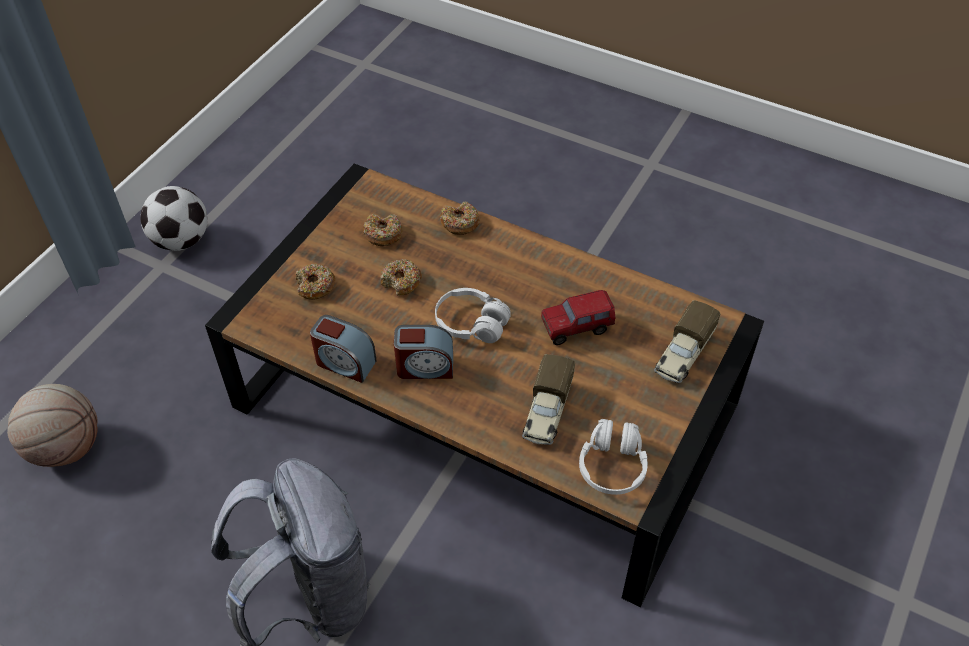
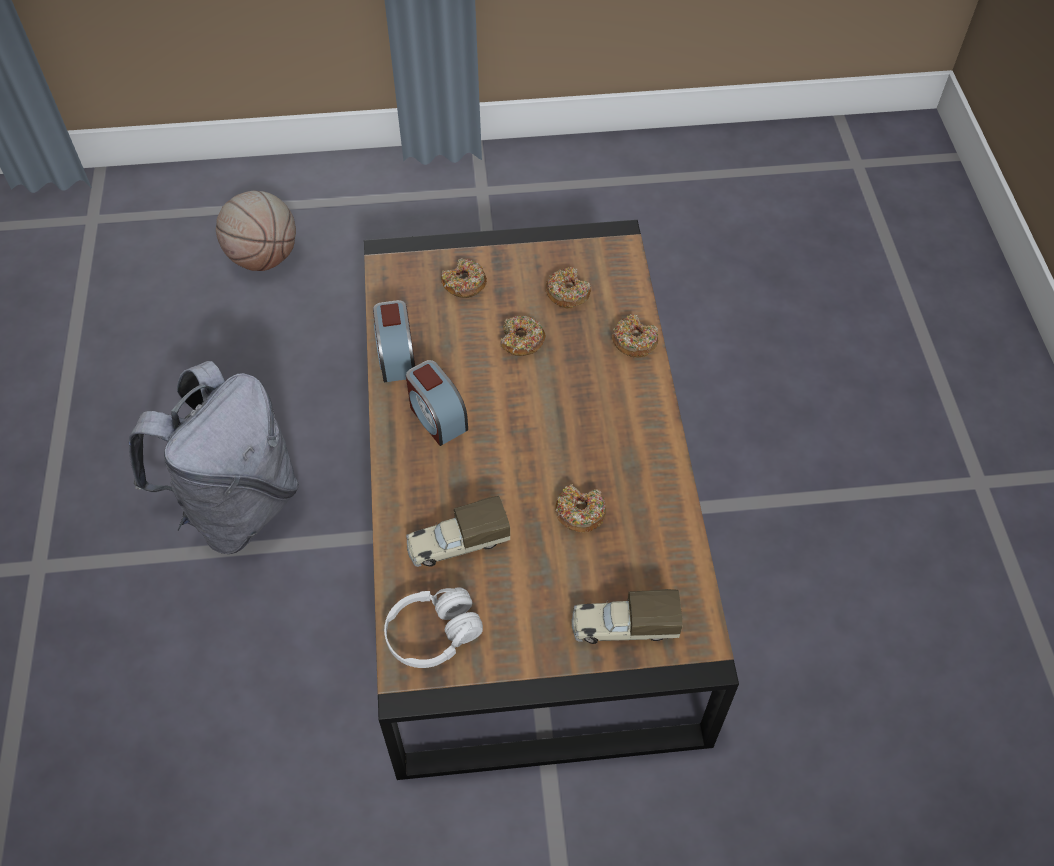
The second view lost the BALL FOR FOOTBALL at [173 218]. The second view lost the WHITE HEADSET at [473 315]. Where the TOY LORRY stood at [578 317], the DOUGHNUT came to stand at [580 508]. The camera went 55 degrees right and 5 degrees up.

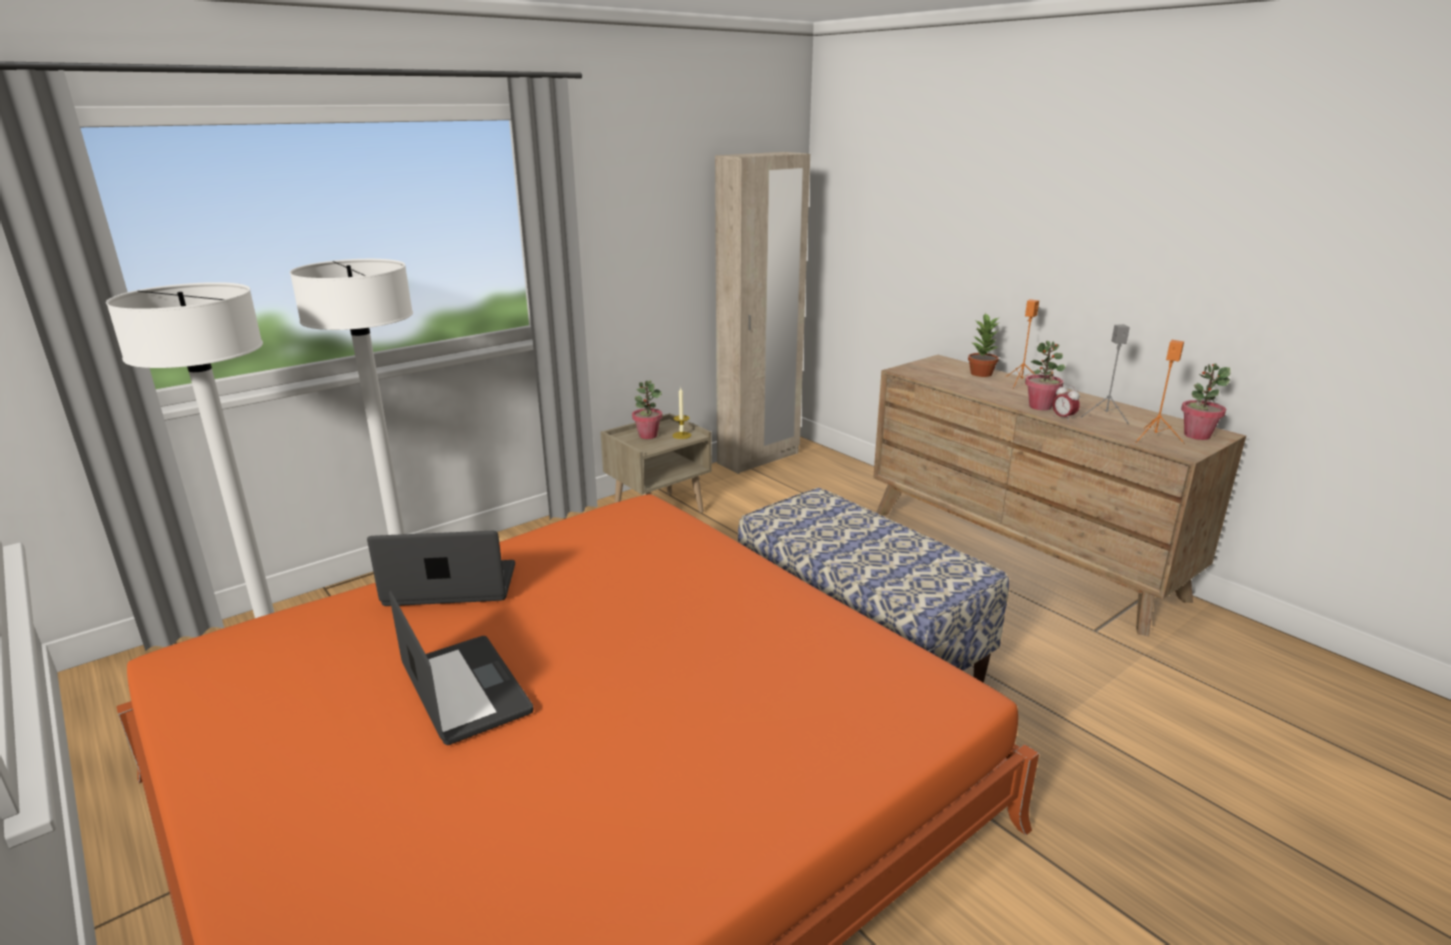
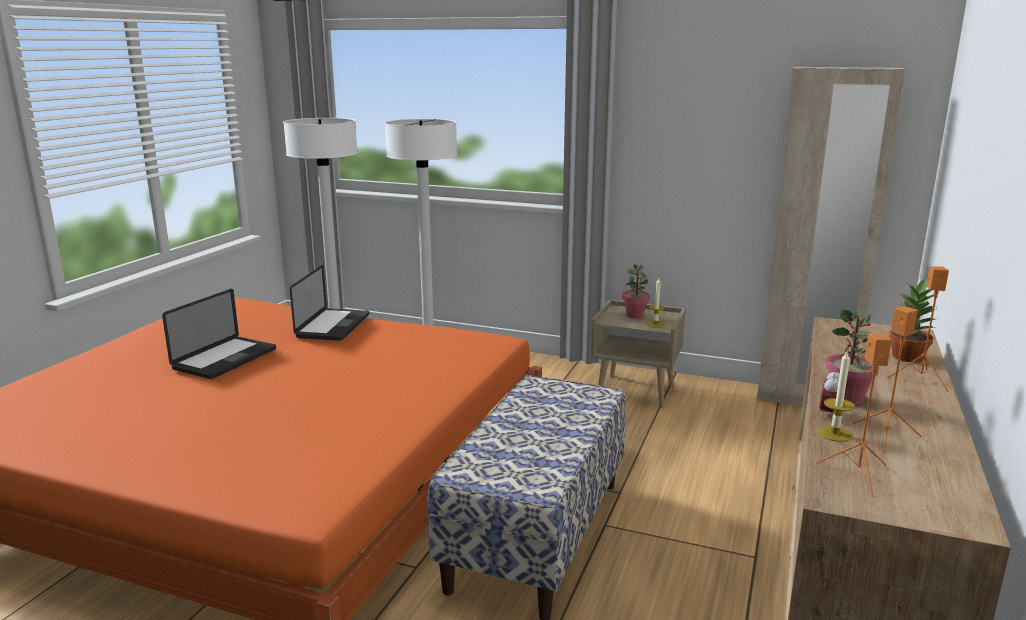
What was the GRAY AUDIO SPEAKER at [1105 374] turned into the ORANGE-COLOURED AUDIO SPEAKER at [887 380]. The second view lost the HOUSEPLANT at [1206 401]. The NOTEBOOK COMPUTER at [441 568] ended up facing another way, 45 degrees clockwise from before. The second view gained the WAX LIGHT at [836 396]. The camera went 60 degrees right and 5 degrees down.

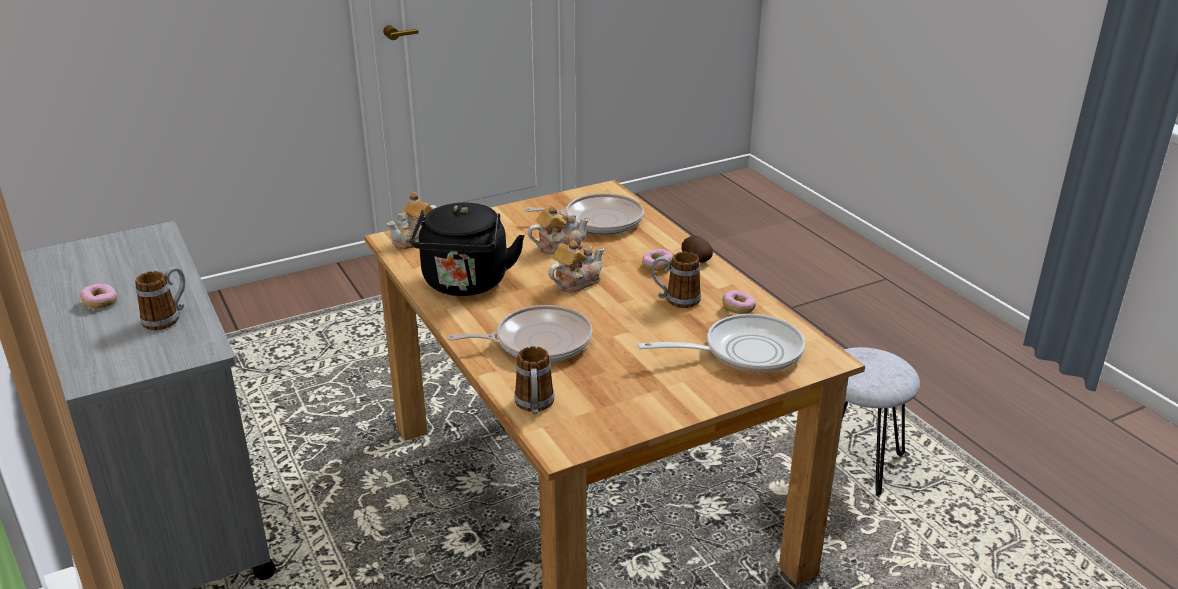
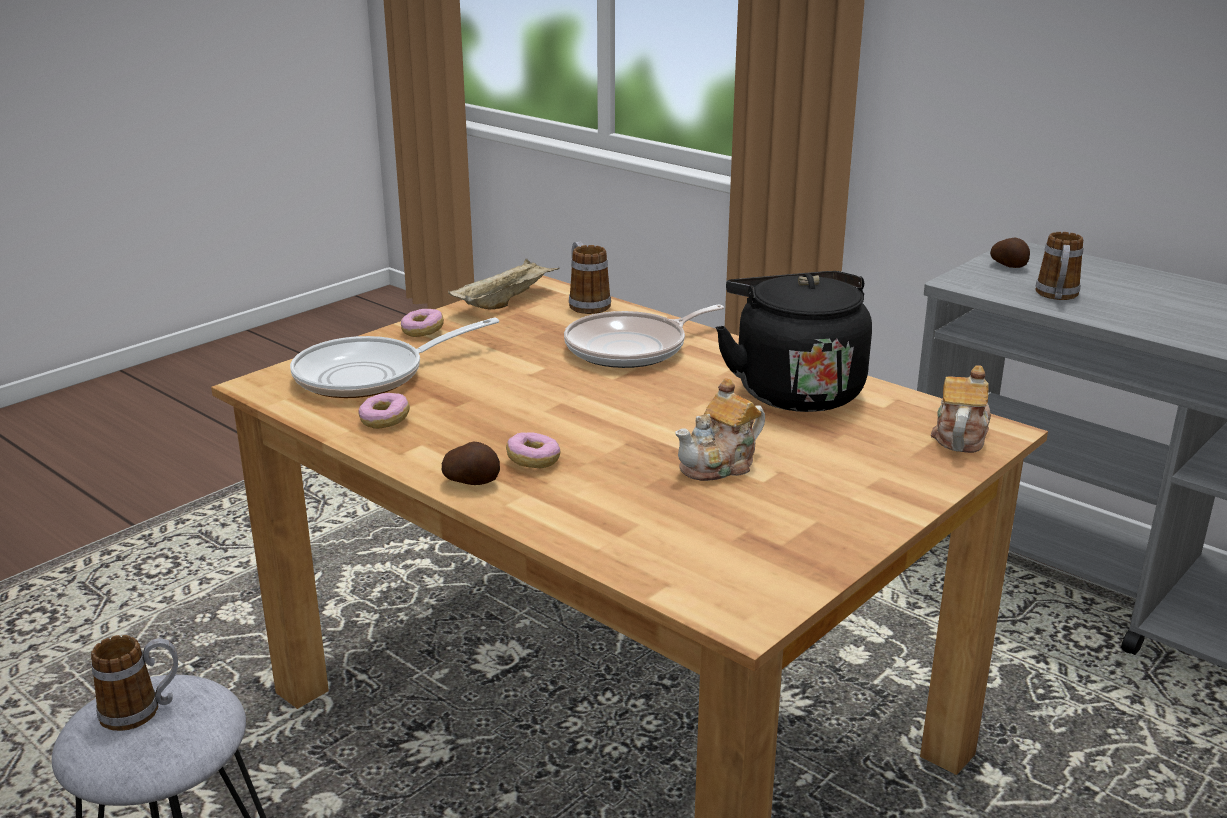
The second view lost the FRYING PAN at [584 213]. The second view lost the TEAPOT at [576 266]. The MUG ended up elsewhere, having gone from [676 280] to [134 683]. The DOUGHNUT ended up elsewhere, having gone from [98 296] to [422 323]. The second view gained the WHOLE POTATO at [1010 253]. The second view gained the BEIGE-COLOURED CARRYING TRAY at [503 284]. The camera went 160 degrees right and 5 degrees down.

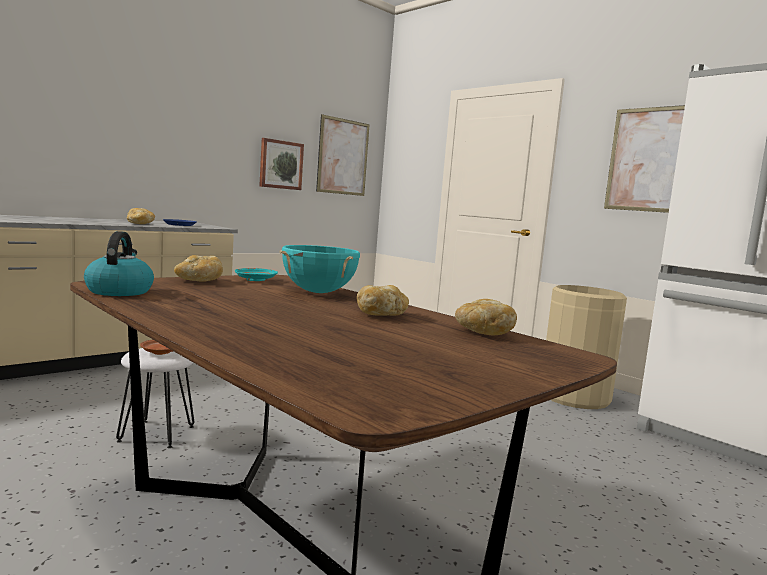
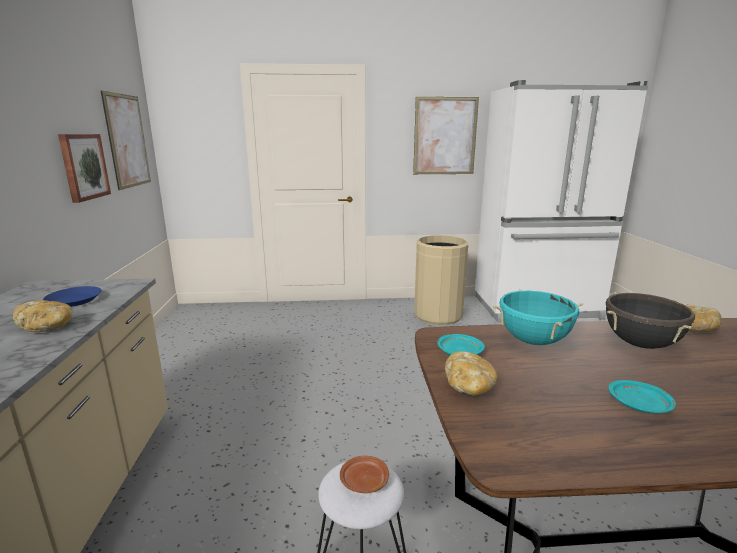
The second view lost the TEA KETTLE at [119 263]. Where the BAKERY BREAD stood at [383 300], the BLACKISH COOKING POT came to stand at [650 320]. The second view gained the BLUE-GREEN PLATE at [642 396]. The camera went 50 degrees left and 10 degrees up.

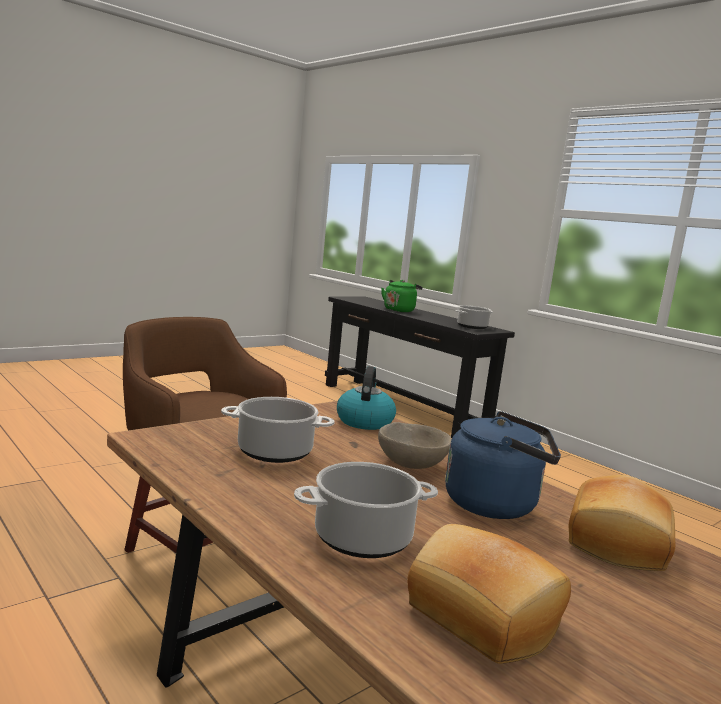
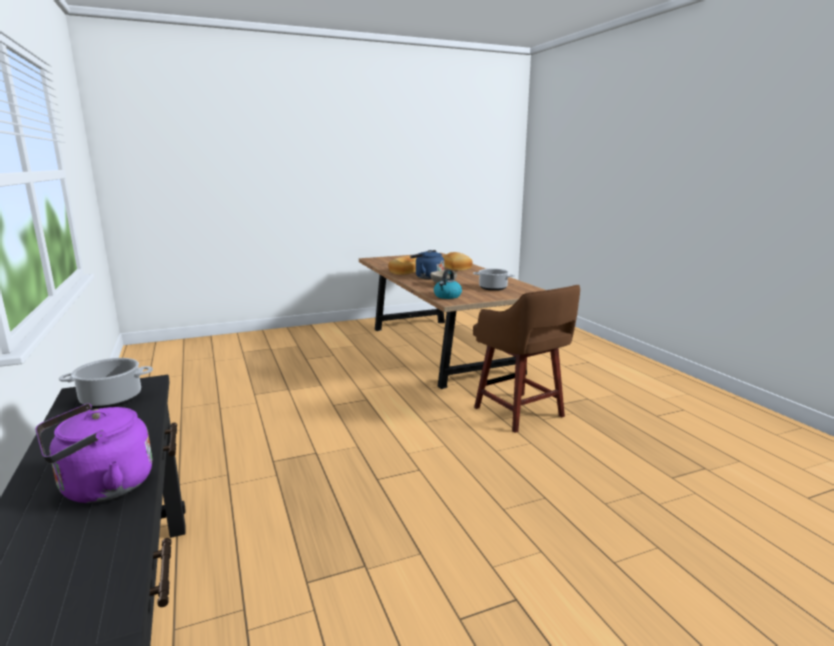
What was the GREEN TEA KETTLE at [402 296] turned into the PURPLE TEA KETTLE at [93 453]. The second view lost the COOKING POT at [366 510]. The camera went 160 degrees left and 5 degrees up.

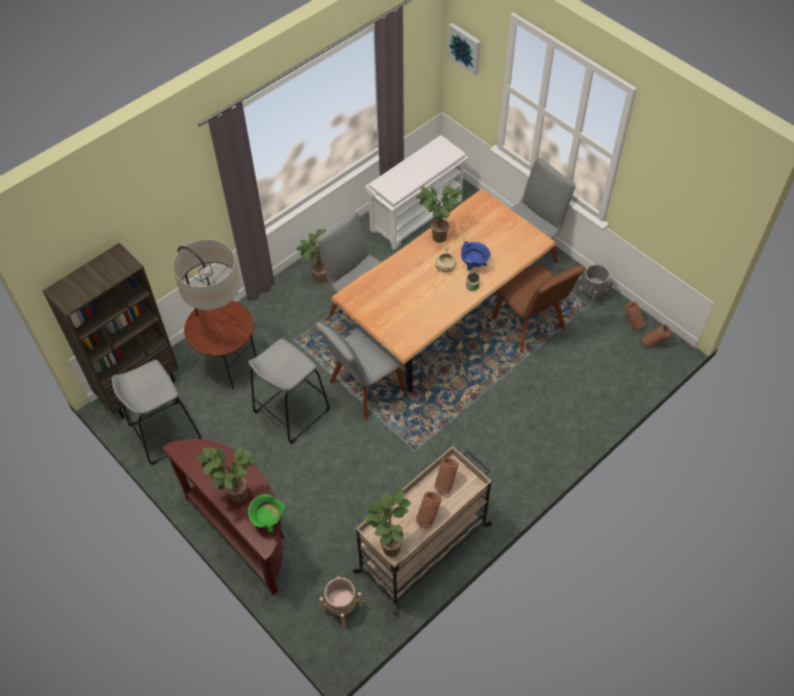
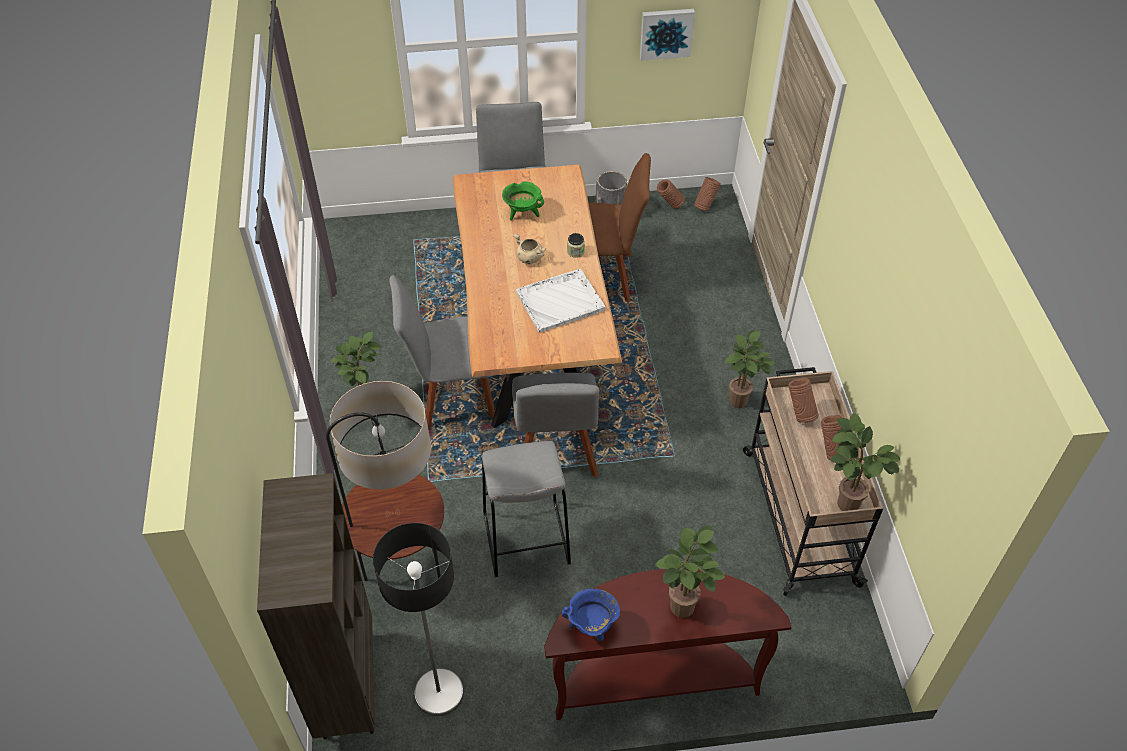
The PICTURE ended up elsewhere, having gone from [464 49] to [667 35]. The second view lost the WHITE INDOOR BENCH at [417 192]. The HOUSEPLANT ended up elsewhere, having gone from [439 213] to [750 369]. The BLUE COOKING POT ended up elsewhere, having gone from [476 256] to [591 615]. Where the GRAY SITTING STOOL stood at [156 412], the STANDARD LAMP came to stand at [418 619]. The GREEN COOKING POT ended up elsewhere, having gone from [266 514] to [523 200]. The second view lost the BEIGE-COLOURED PLANT POT at [341 602]. The second view gained the WHITE CARRYING TRAY at [560 301]. The camera went 55 degrees left and 5 degrees down.

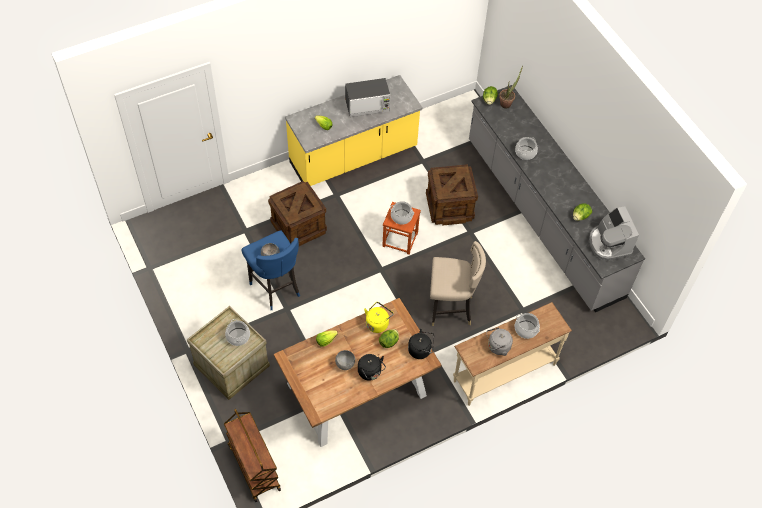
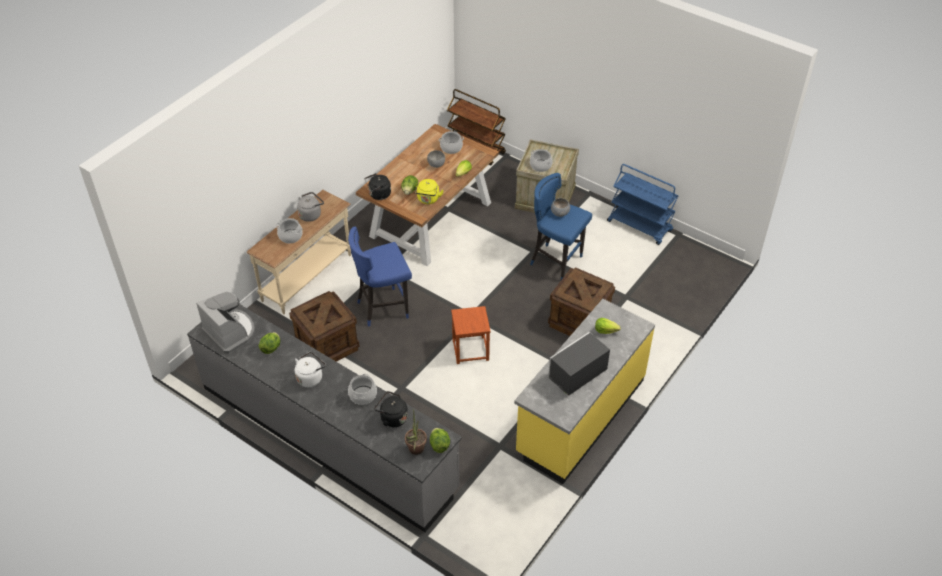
The SHIPPING CRATE ended up elsewhere, having gone from [452 195] to [324 326]. The COOKING POT ended up elsewhere, having gone from [402 213] to [451 142]. What was the BEIGE-COLOURED SITTING STOOL at [458 283] turned into the BLUE SITTING STOOL at [380 276]. The BLACKISH TEA KETTLE ended up elsewhere, having gone from [372 367] to [391 409]. The second view gained the BLUE WHEELED CART at [642 204]. The second view gained the WHITE TEA KETTLE at [310 369]. The camera went 155 degrees right and 10 degrees down.

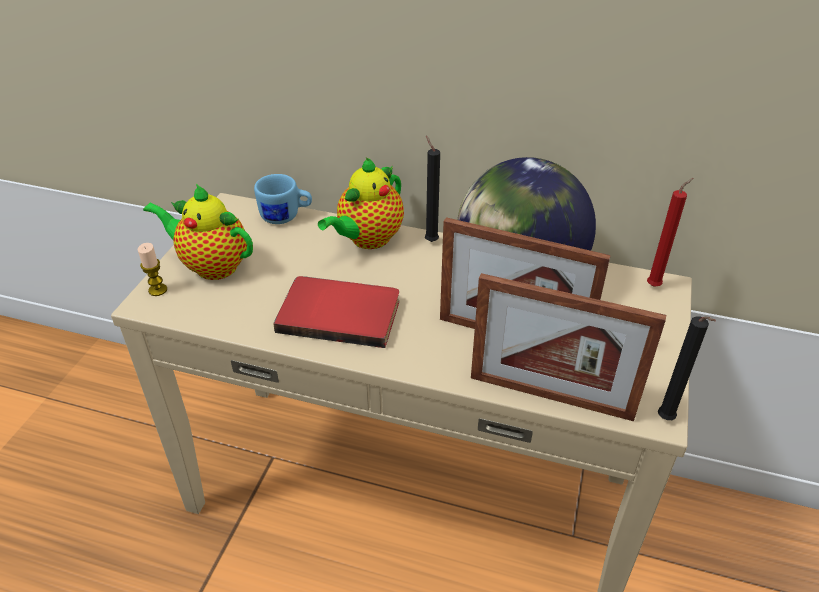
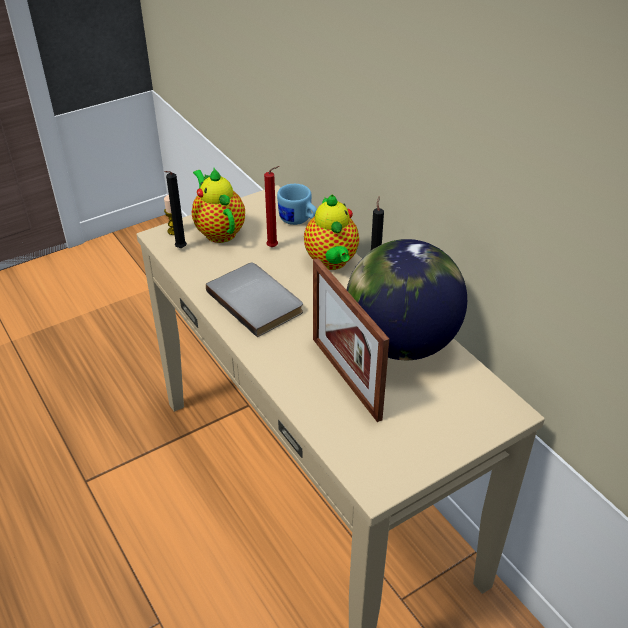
The TEAPOT at [361 203] ended up facing another way, 90 degrees counterclockwise from before. The RED-COLOURED WAX LIGHT ended up elsewhere, having gone from [670 232] to [272 206]. The second view lost the PHOTO FRAME at [568 347]. What was the RED-COLOURED BOUND BOOK at [336 312] turned into the GRAY BOUND BOOK at [254 300]. The BLACKISH WAX LIGHT ended up elsewhere, having gone from [687 368] to [176 209]. The camera went 40 degrees right and 0 degrees up.

